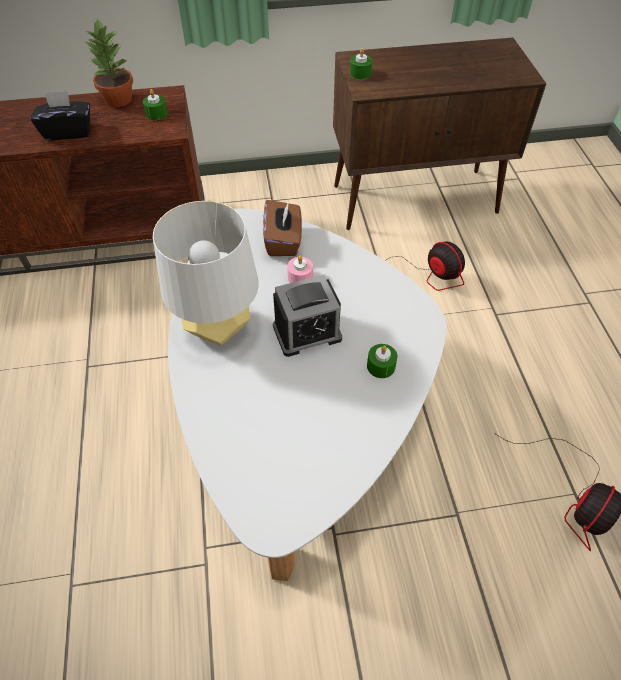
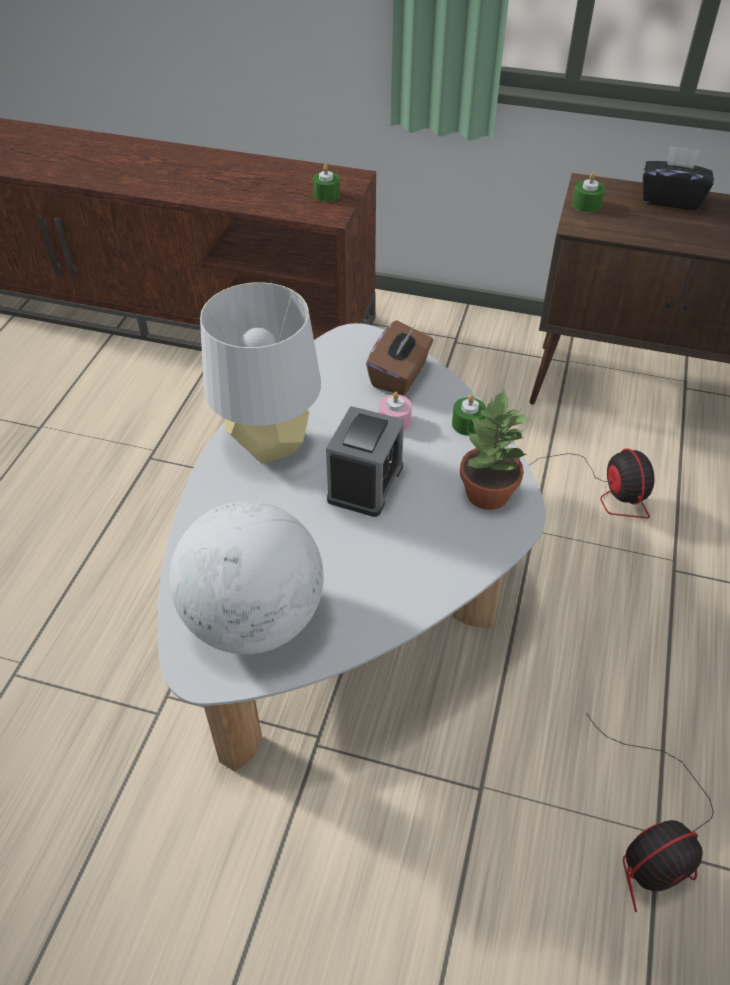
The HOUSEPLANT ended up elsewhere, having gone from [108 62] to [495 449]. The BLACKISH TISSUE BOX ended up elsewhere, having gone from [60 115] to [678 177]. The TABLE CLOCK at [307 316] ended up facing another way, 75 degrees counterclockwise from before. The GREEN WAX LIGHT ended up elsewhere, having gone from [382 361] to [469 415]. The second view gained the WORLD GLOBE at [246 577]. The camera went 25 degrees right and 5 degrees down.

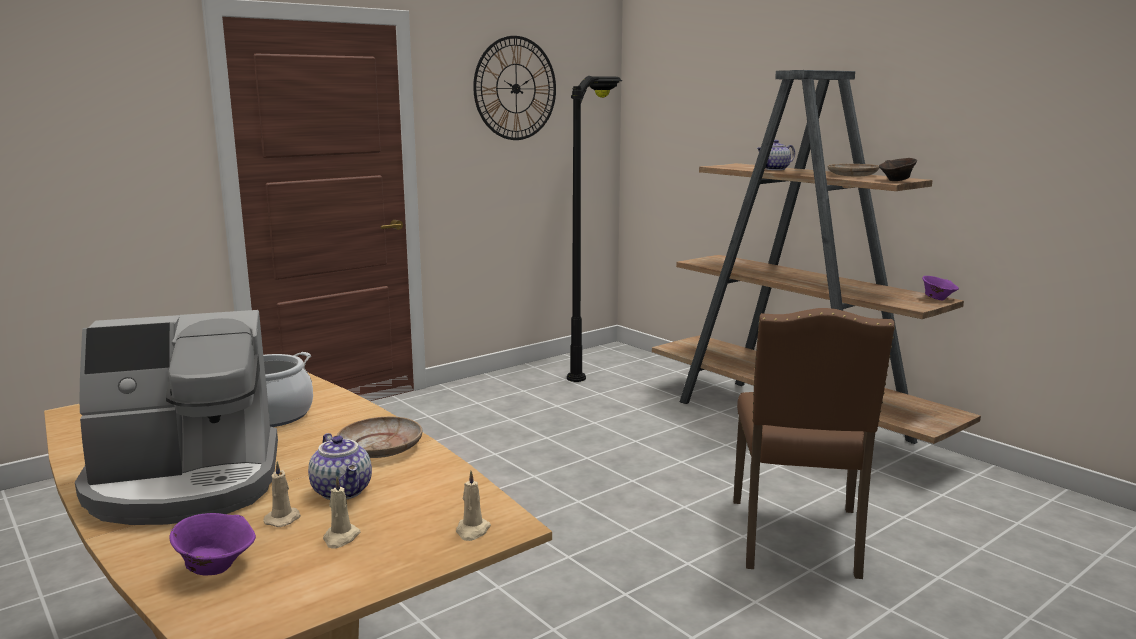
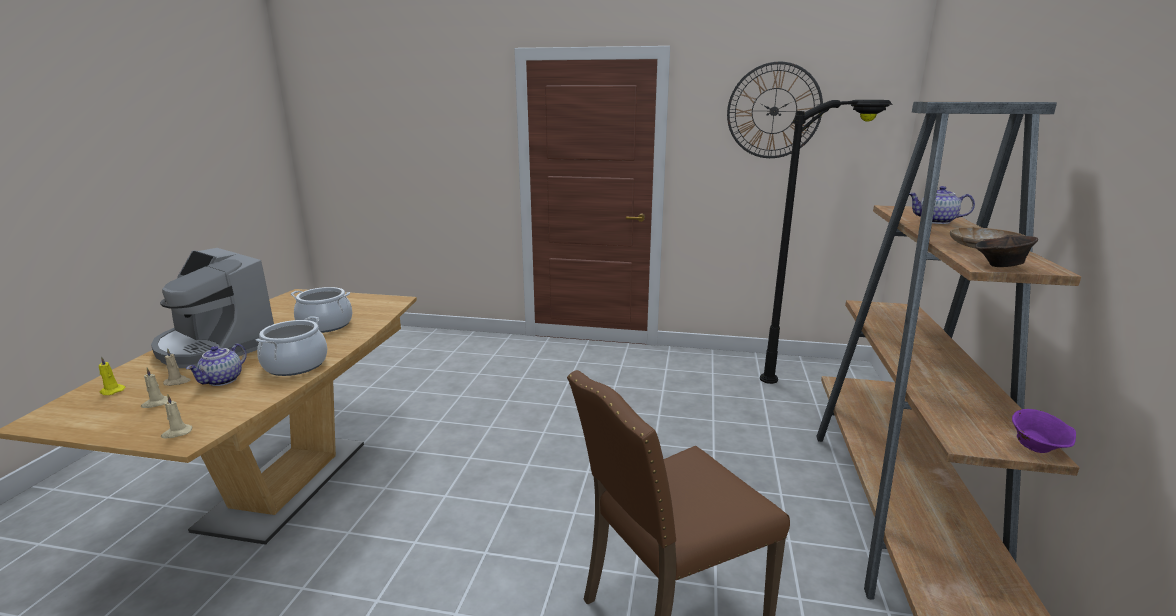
Where the BEIGE-COLOURED PLATE stood at [379 437], the COOKING POT came to stand at [291 346]. Where the PURPLE BOWL stood at [212 544], the YELLOW WAX LIGHT came to stand at [112 376]. The camera went 50 degrees right and 5 degrees up.

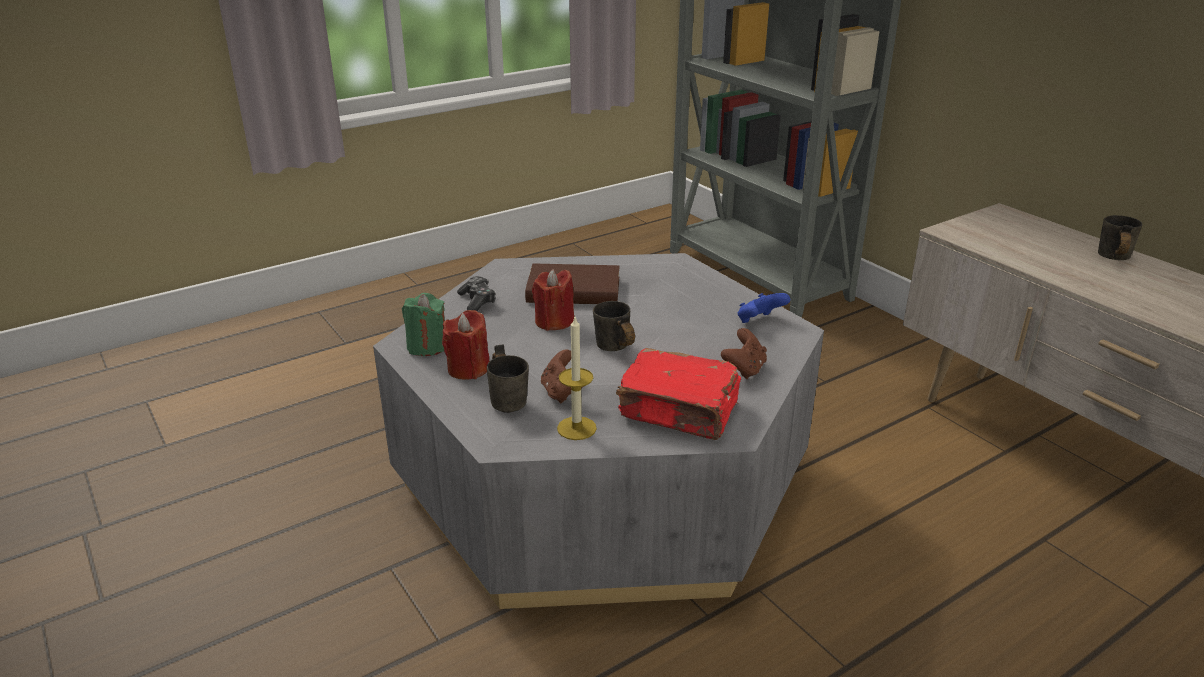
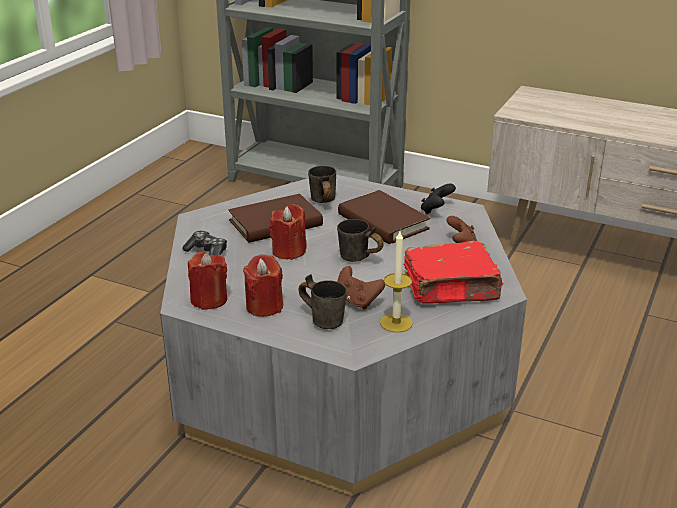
The GRAY MUG ended up elsewhere, having gone from [1120 237] to [322 184]. What was the GREEN WAX LIGHT at [423 324] turned into the RED-COLOURED WAX LIGHT at [207 281]. What was the BLUE GAME CONTROLLER at [764 308] turned into the BLACKISH GAME CONTROLLER at [438 199]. The second view gained the BROWNISH BOUND BOOK at [384 217]. The camera went 30 degrees left and 0 degrees up.

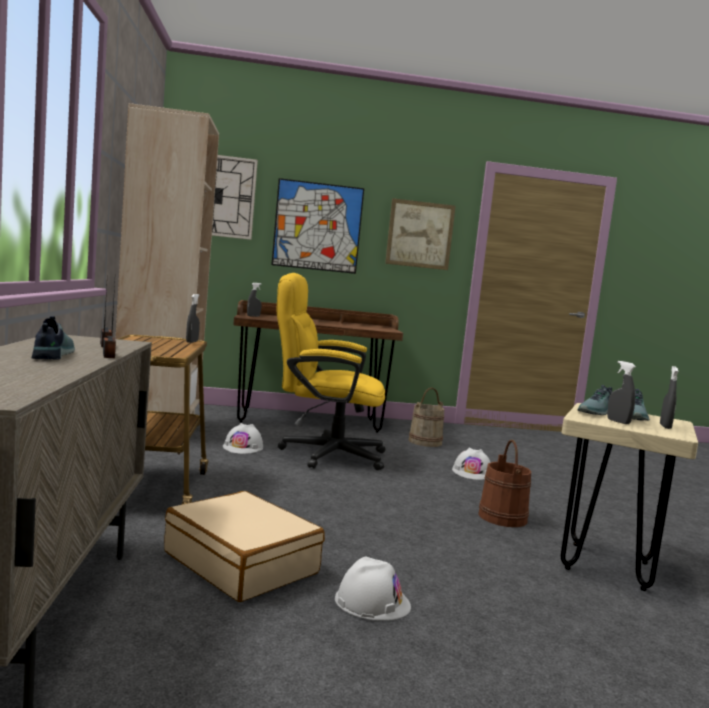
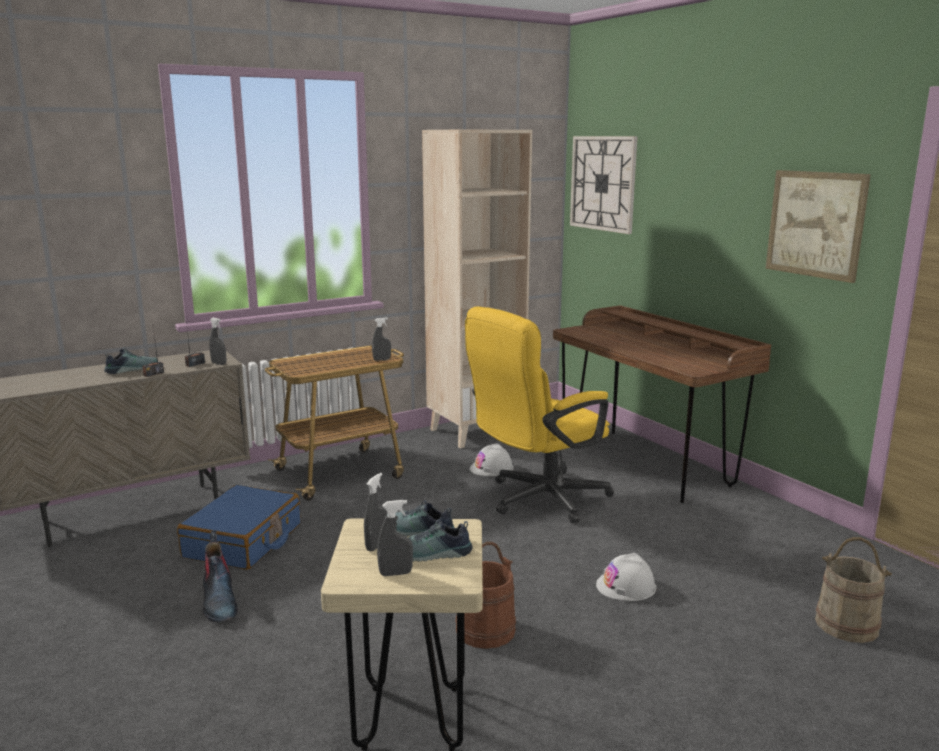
The second view lost the PICTURE at [317 226]. The YELLOW COMPUTER CHAIR at [331 371] ended up facing another way, 105 degrees counterclockwise from before. The GRAY HAND SPRAYER ended up elsewhere, having gone from [254 300] to [217 341]. The BEIGE-COLOURED PAIL ended up elsewhere, having gone from [426 417] to [853 590]. What was the BEIGE-COLOURED TRAVEL CASE at [244 546] turned into the BLUE TRAVEL CASE at [239 527]. Where the WHITE SAFETY HELMET stood at [373 588], the TALL BOOT came to stand at [220 576]. The camera went 65 degrees right and 10 degrees up.

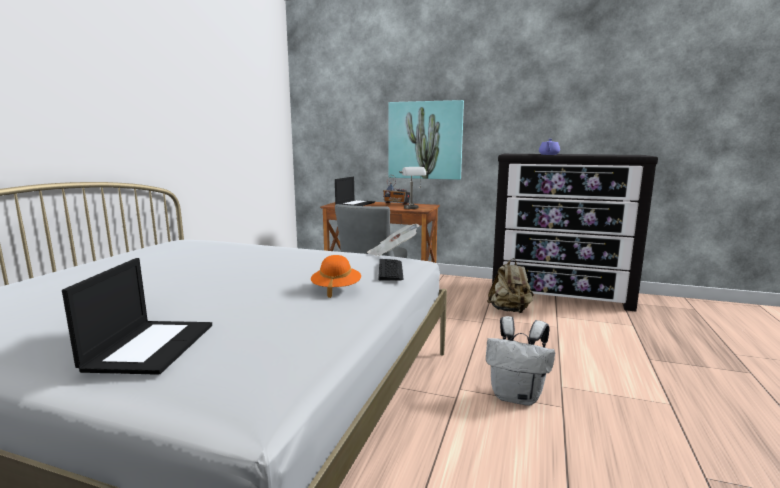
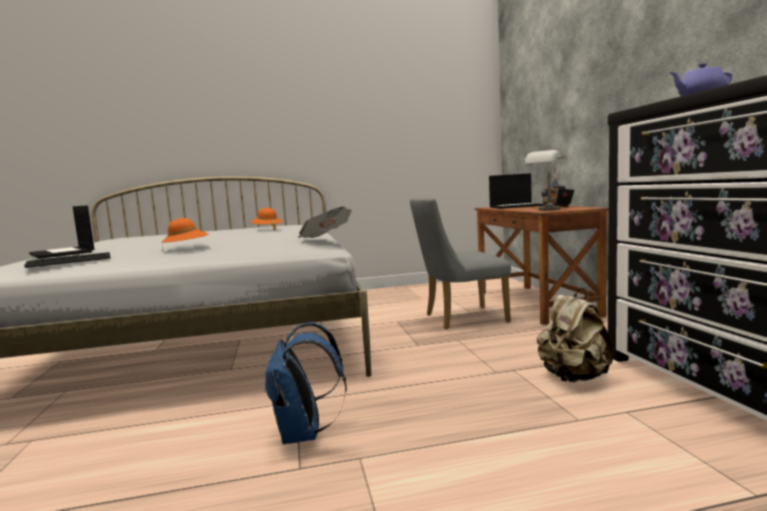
The second view lost the PICTURE at [426 140]. The NOTEBOOK COMPUTER at [137 316] ended up facing another way, 75 degrees clockwise from before. The KEYBOARD ended up elsewhere, having gone from [391 270] to [67 260]. What was the WHITE KNAPSACK at [520 361] turned into the BLUE KNAPSACK at [305 383]. The second view gained the ORANGE-COLOURED HAT at [266 219]. The camera went 60 degrees right and 5 degrees down.

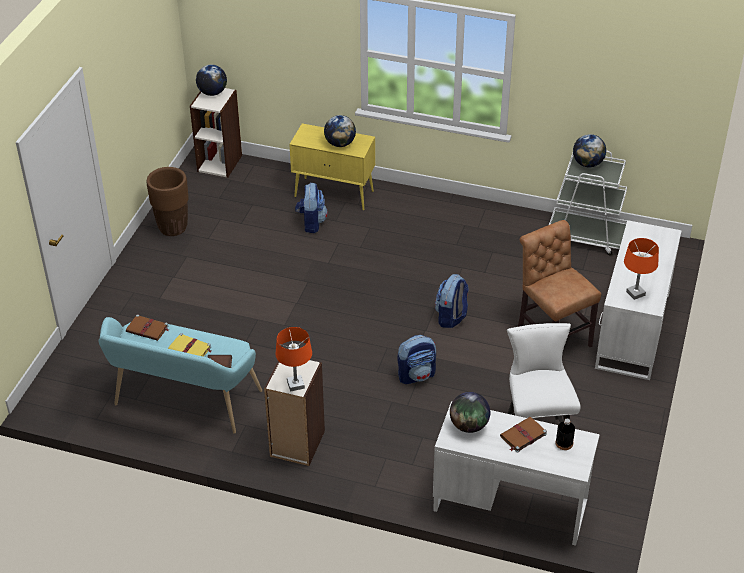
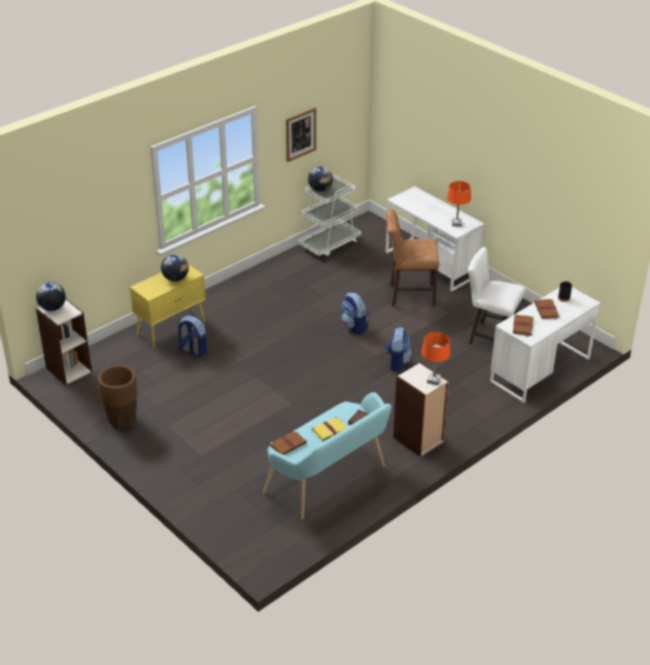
Where the WORLD GLOBE stood at [470 412], the BROWNISH BOUND BOOK came to stand at [523 326]. The second view gained the PICTURE at [301 135]. The camera went 60 degrees left and 5 degrees down.

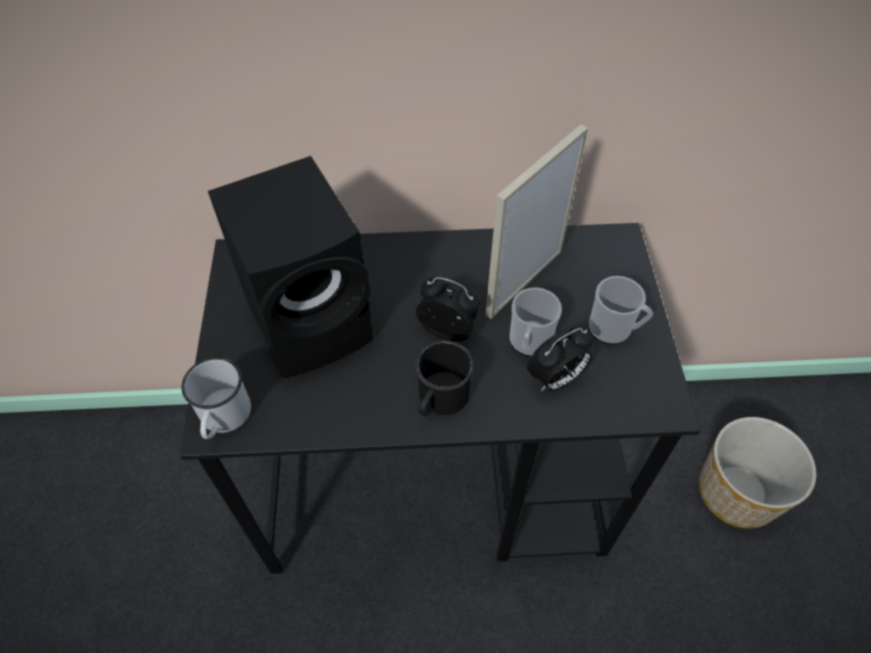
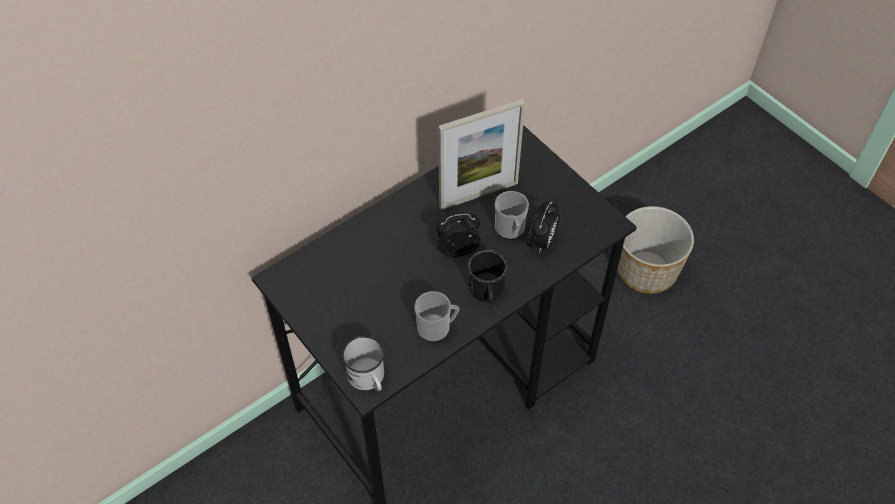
The PHOTO FRAME at [536 221] ended up facing another way, 120 degrees counterclockwise from before. The second view lost the BLACKISH AUDIO SPEAKER at [290 267]. The MUG ended up elsewhere, having gone from [621 310] to [436 316]. The camera went 35 degrees left and 0 degrees up.

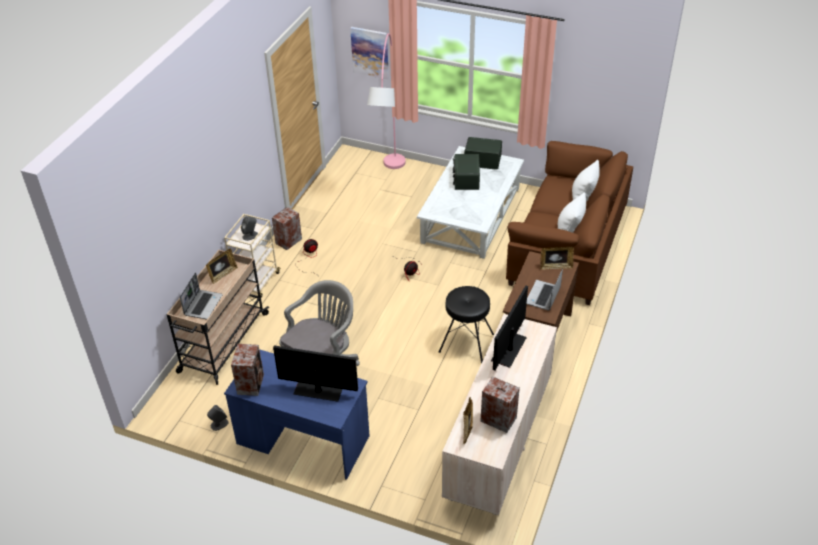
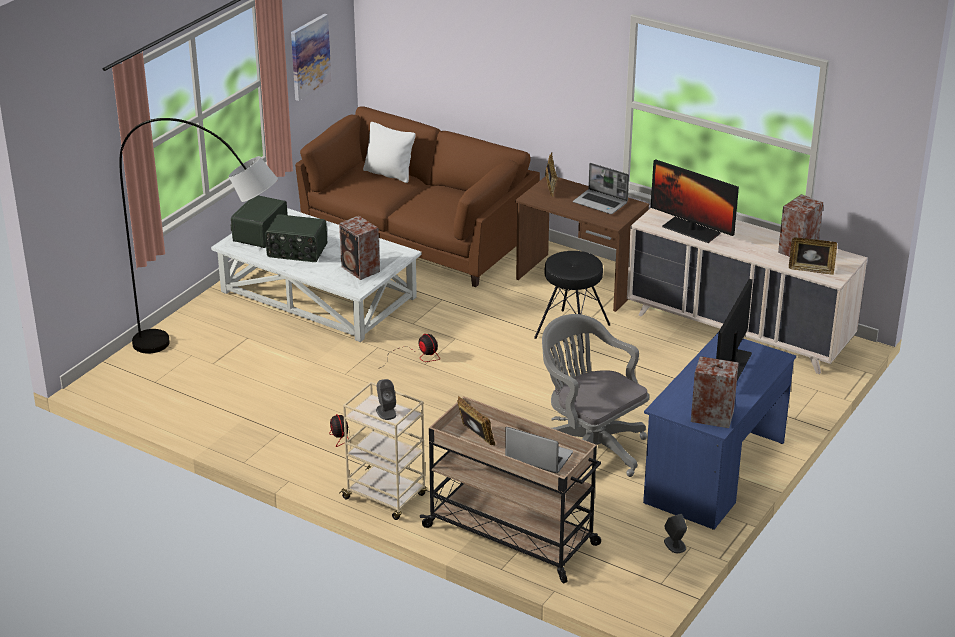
The PICTURE ended up elsewhere, having gone from [369 53] to [311 57]. What was the PINK STANDARD LAMP at [386 101] turned into the GRAY STANDARD LAMP at [198 236]. The second view lost the WHITE PILLOW at [572 212]. The AUDIO SPEAKER ended up elsewhere, having gone from [287 228] to [359 248]. The camera went 80 degrees left and 10 degrees down.

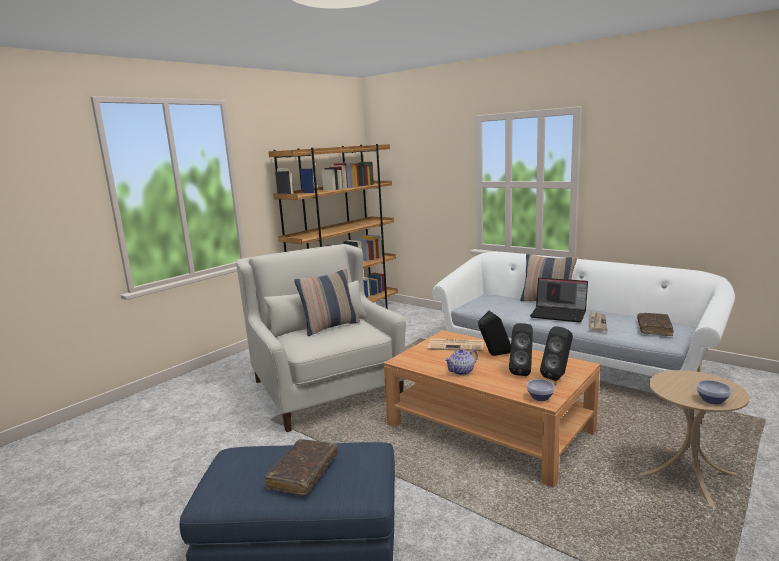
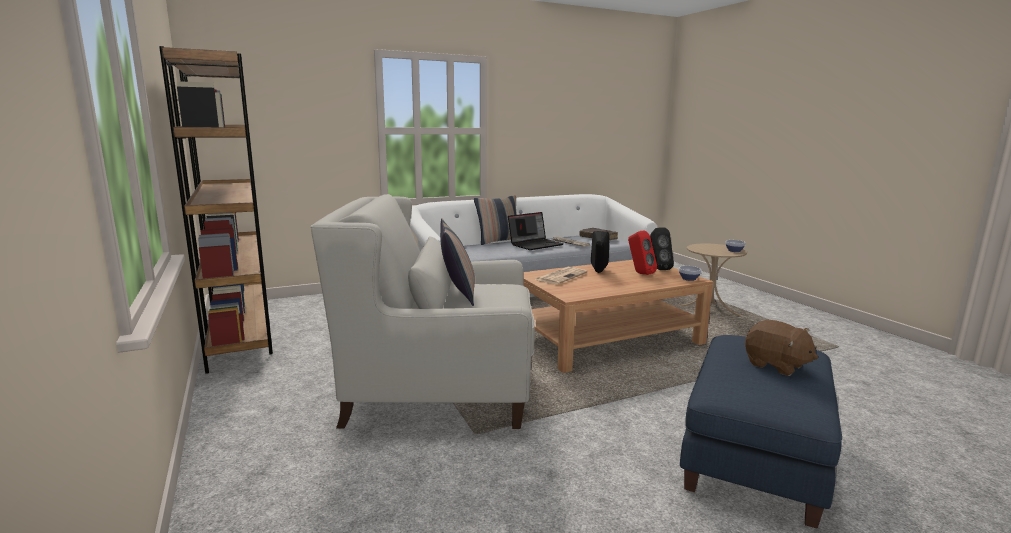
What was the BLACKISH AUDIO SPEAKER at [521 349] turned into the RED-COLOURED AUDIO SPEAKER at [642 253]. The second view lost the TEAPOT at [461 361]. Where the BROWNISH BOUND BOOK stood at [301 467], the BROWNISH SOFT TOY came to stand at [781 348]. The camera went 65 degrees left and 0 degrees up.

